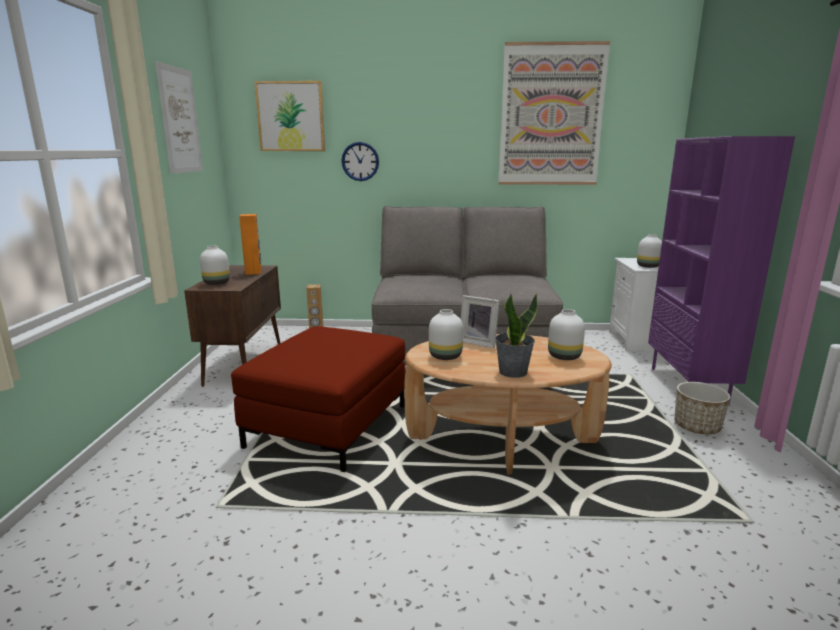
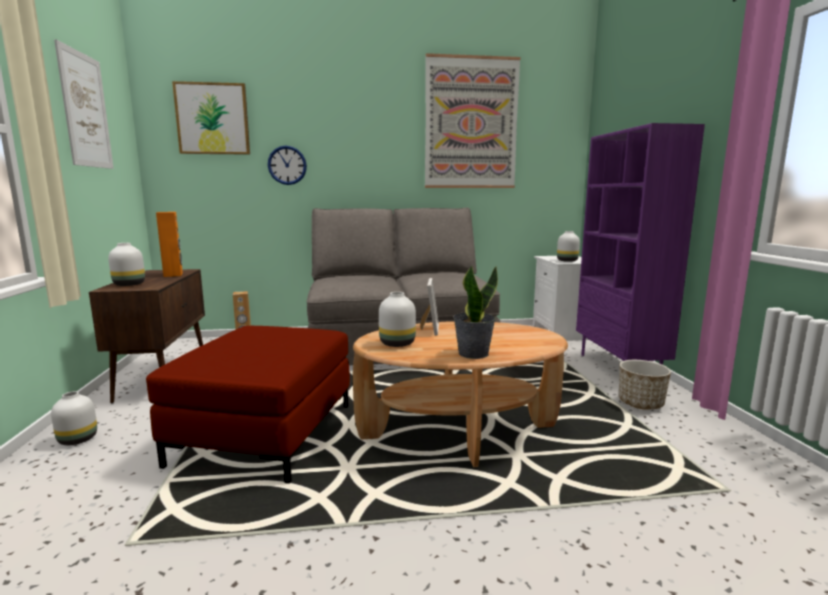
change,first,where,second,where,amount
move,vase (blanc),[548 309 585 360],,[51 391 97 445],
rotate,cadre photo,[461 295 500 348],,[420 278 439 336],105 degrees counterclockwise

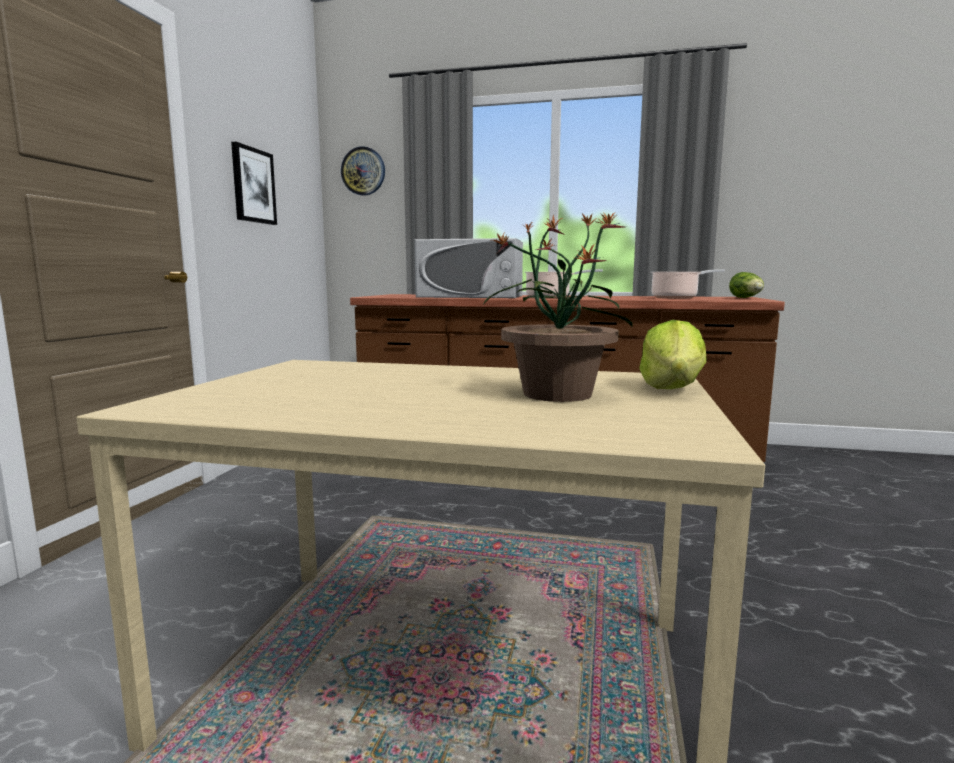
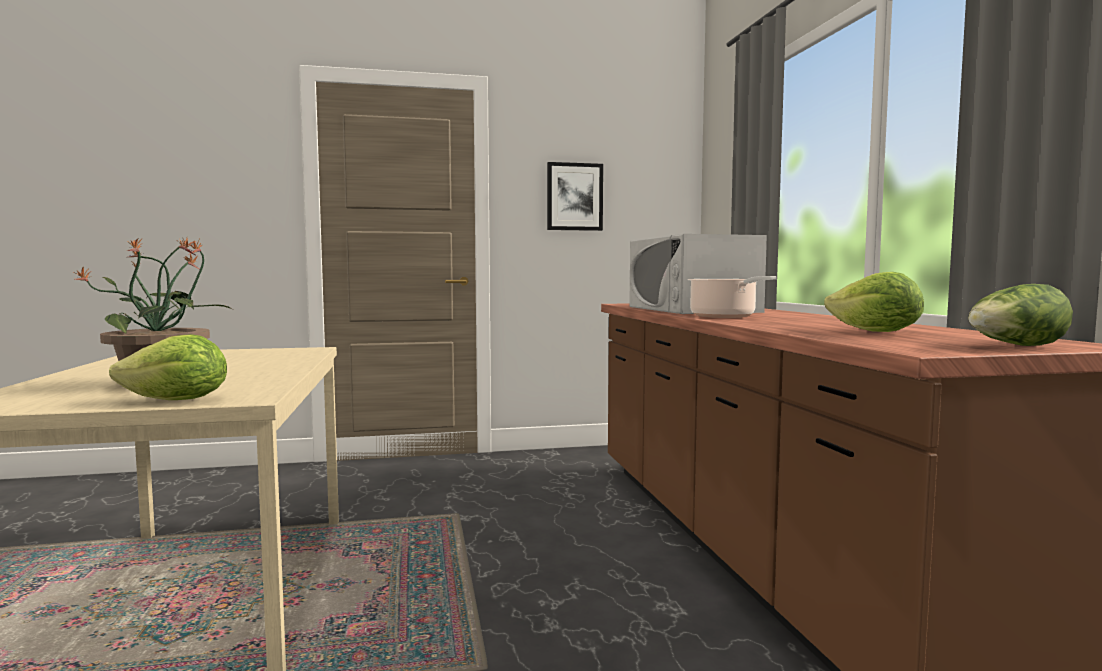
change,first,where,second,where,amount
replace,marmite,[650 269 725 299],laitue,[824 272 924 332],
delete,horloge murale,[341 146 385 196],,,

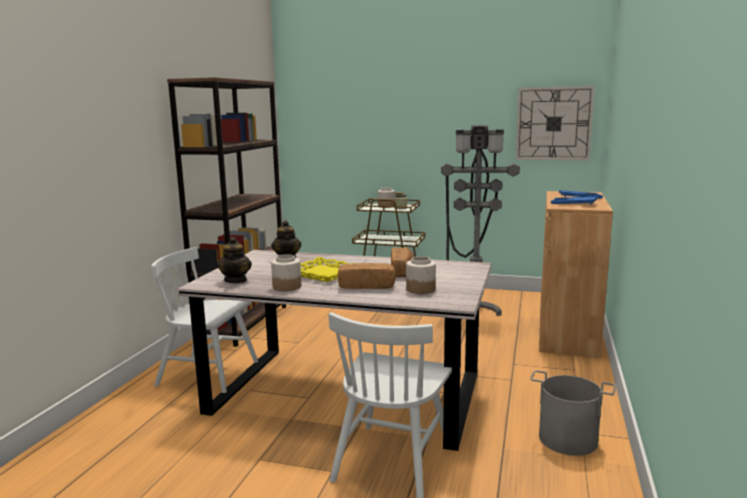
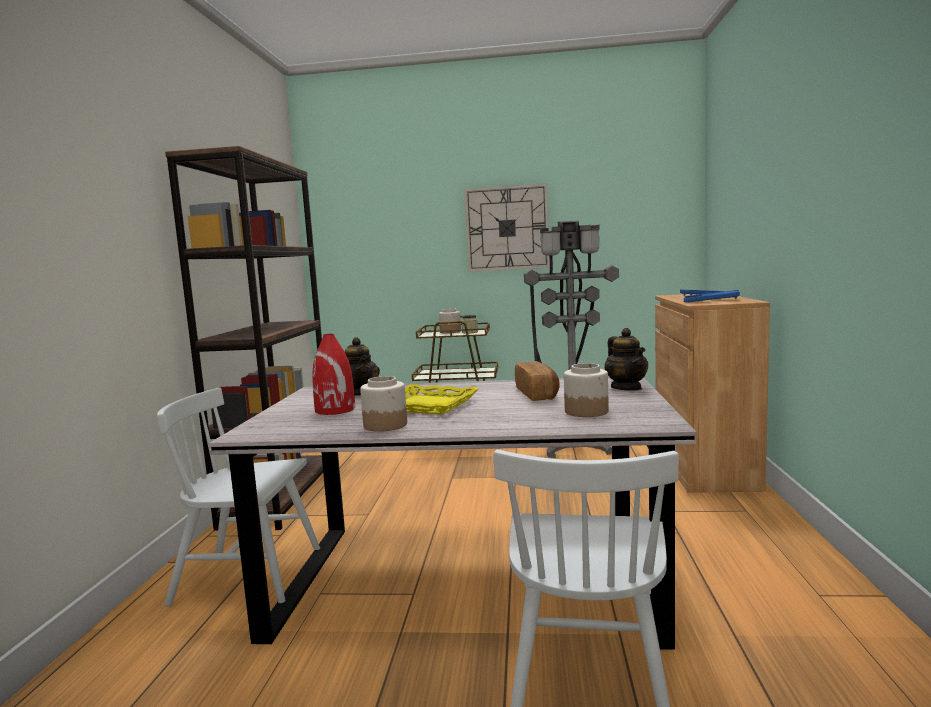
change,first,where,second,where,amount
insert,,,vase (rouge),[312 334 355 415],
move,horloge murale,[516 86 595 160],,[464 183 550 272],
move,théière,[217 237 252 283],,[605 328 648 391],
delete,pain,[338 263 396 289],,,
delete,seau (gris),[530 370 616 456],,,

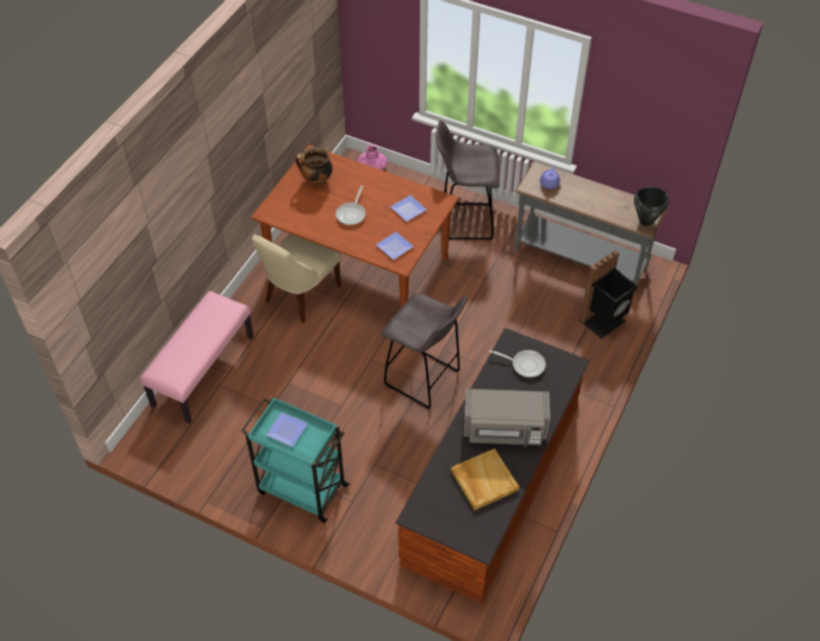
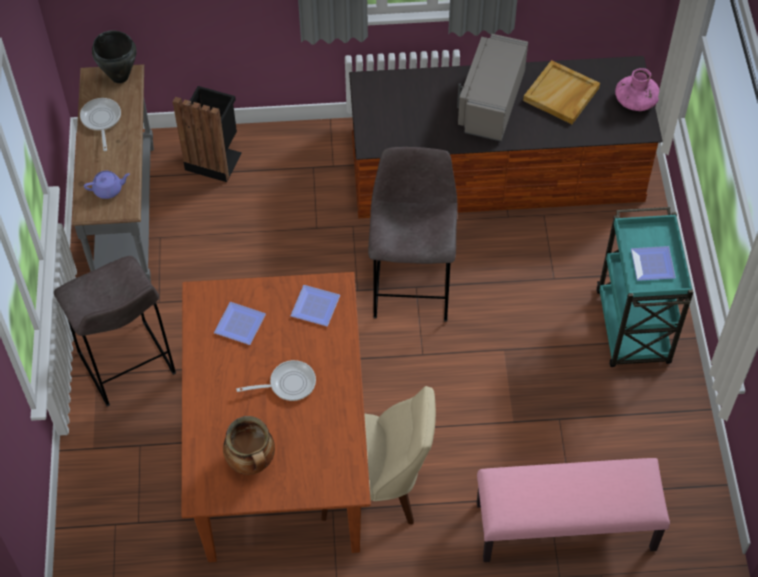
change,first,where,second,where,amount
move,poêle,[490 350 546 378],,[80 98 121 151],
rotate,micro-ondes (gris),[464 389 550 448],,[457 34 528 142],135 degrees counterclockwise
move,vase (rose),[358 145 387 170],,[615 68 660 111],

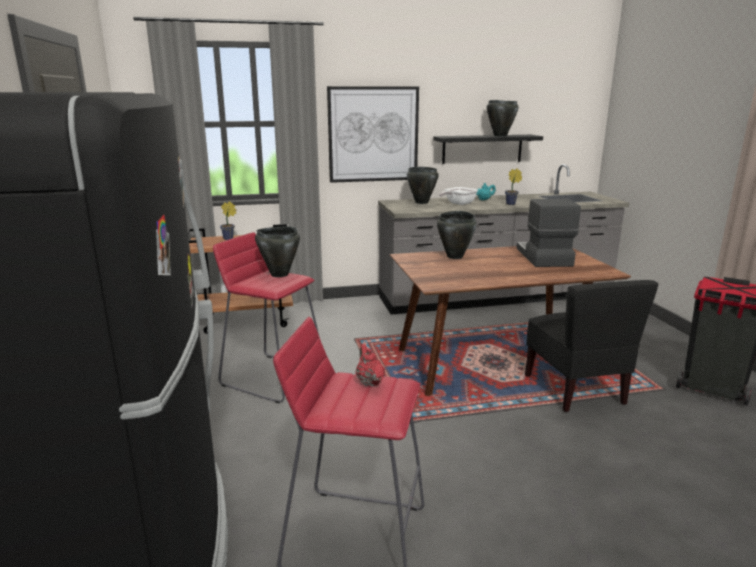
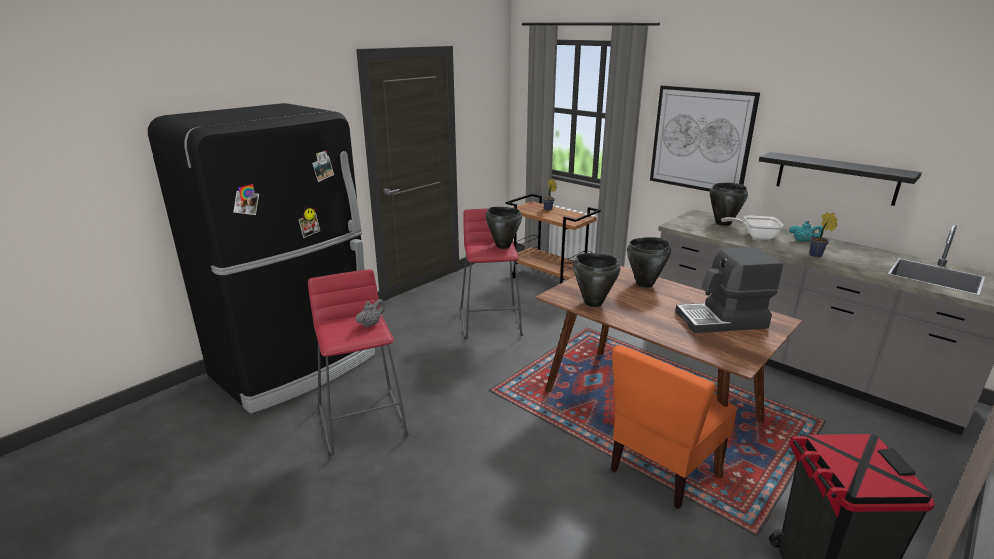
change,first,where,second,where,amount
recolor,théière (rouge),[356 344 385 387],théière (gris),[356 299 385 328],
move,marmite (noir),[487 100 518 136],,[573 253 620 307],
recolor,chaise (noir),[525 280 658 412],chaise (orange),[611 345 738 509],
rotate,machine à café,[517 199 581 267],,[675 246 783 333],150 degrees counterclockwise

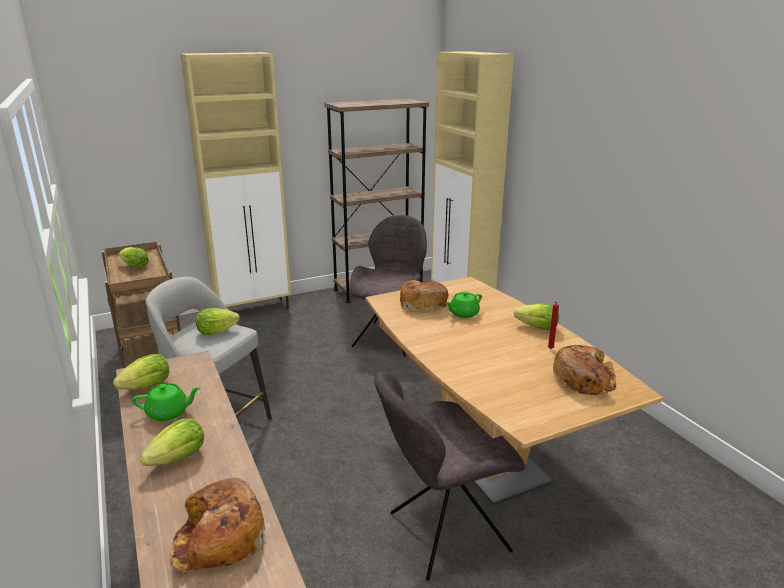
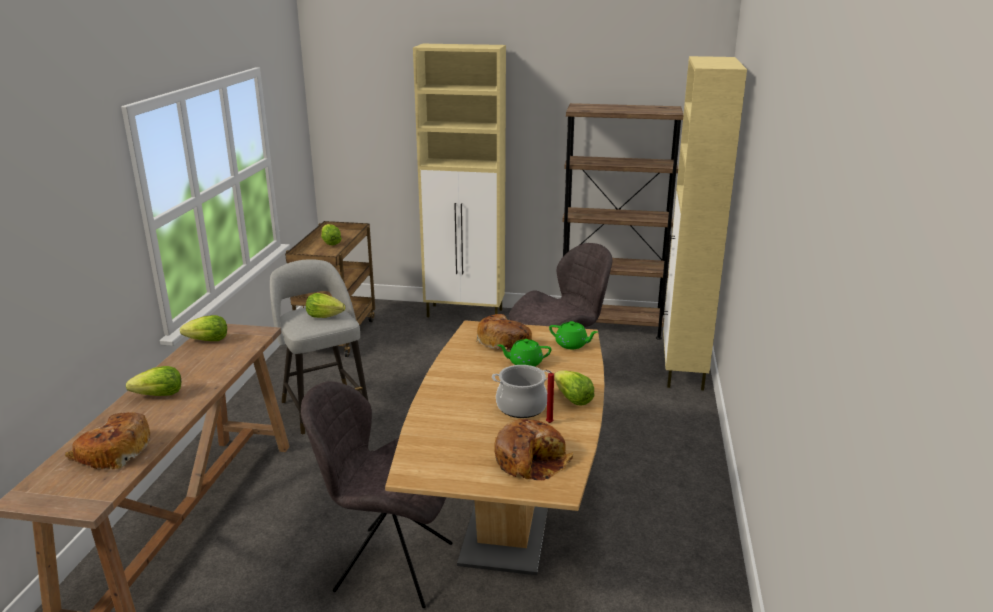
change,first,where,second,where,amount
insert,,,marmite,[492 365 552 418],
move,théière (vert),[132 383 200 421],,[549 321 598 349],

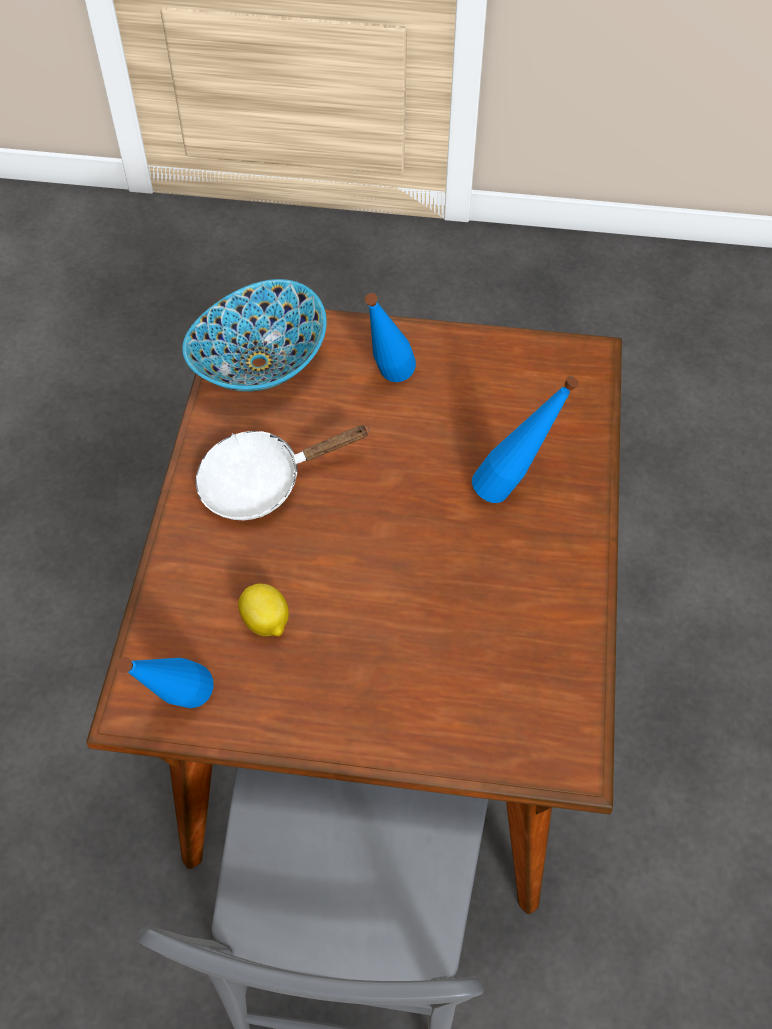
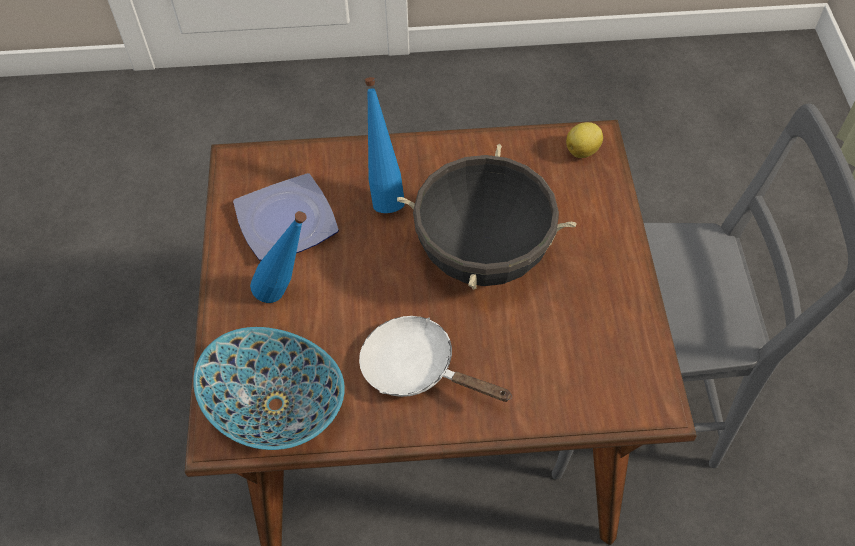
change,first,where,second,where,amount
insert,,,assiette,[233 173 339 261],
rotate,poêle (blanc),[196 425 370 520],,[359 316 512 402],150 degrees clockwise
insert,,,marmite (noir),[397 144 577 290],
move,citron,[238 584 289 636],,[566 122 603 158],
delete,bouteille (bleu),[116 657 214 708],,,

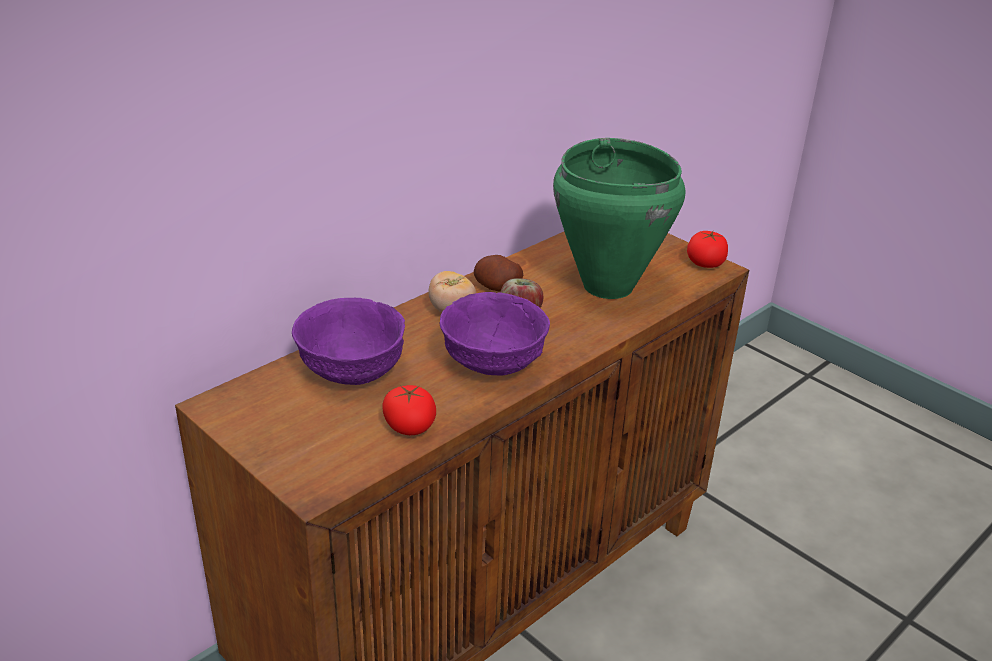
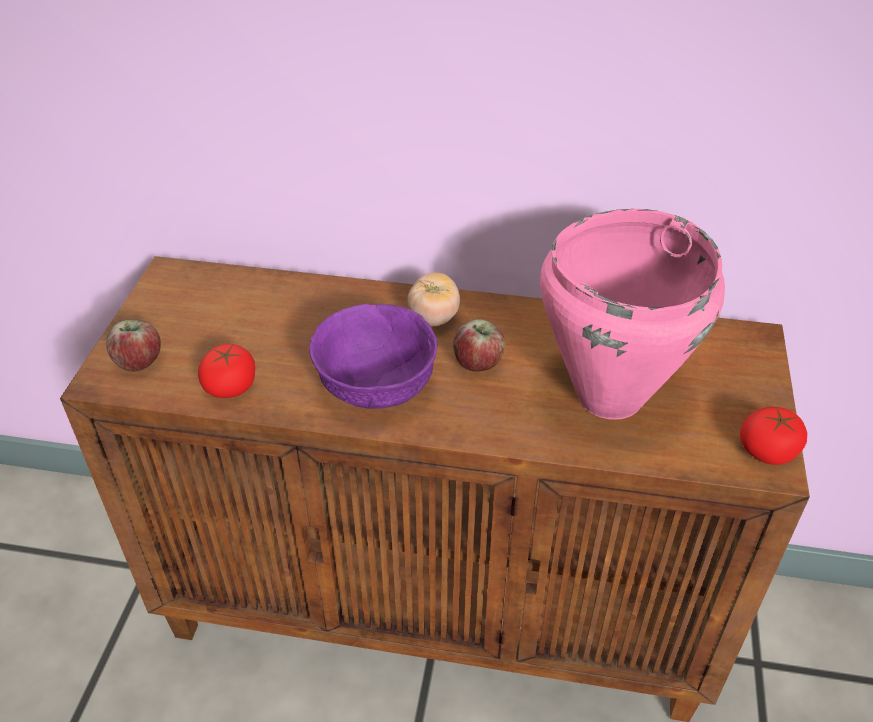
change,first,where,second,where,amount
insert,,,pomme,[106 320 161 372],
recolor,marmite (vert),[553 138 686 299],marmite (rose),[540 209 725 420],
delete,bol (violet),[292 298 405 385],,,
delete,pomme de terre,[474 255 523 292],,,

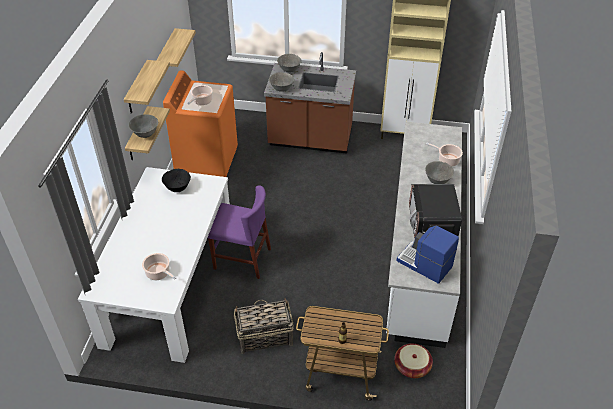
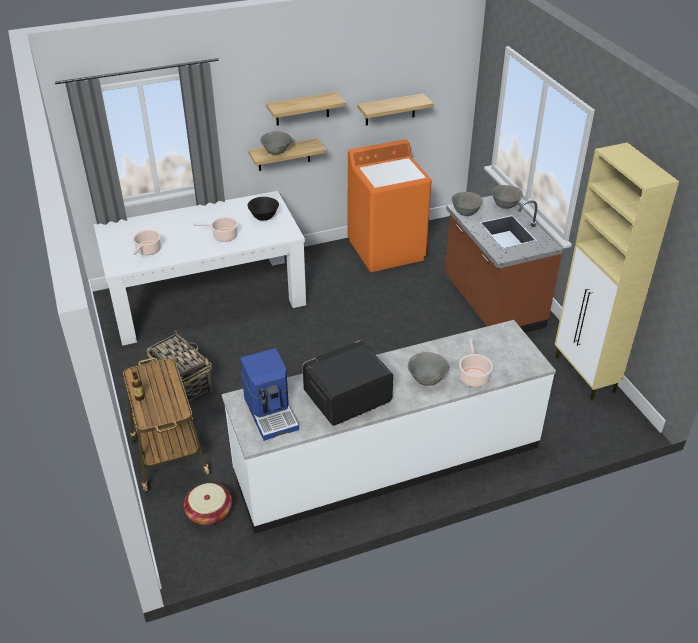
change,first,where,second,where,amount
move,marmite,[187 85 213 105],,[194 217 238 242],
rotate,machine à café,[397 225 459 284],,[240 348 299 441],150 degrees clockwise
delete,chaise (violet),[208 185 271 279],,,

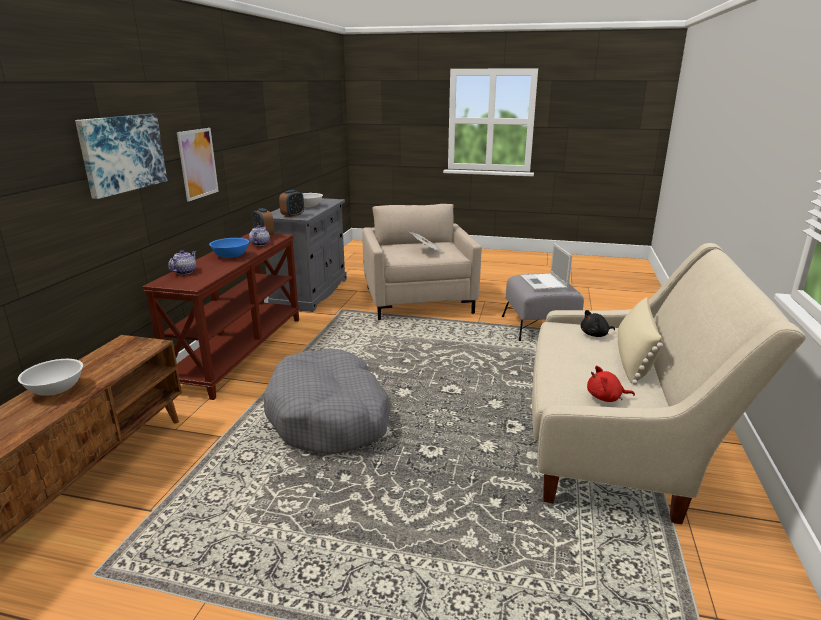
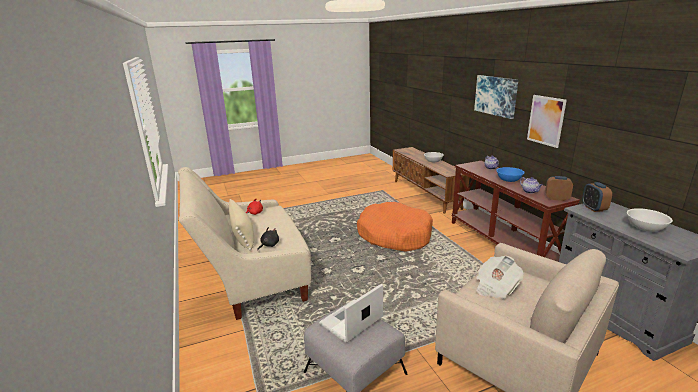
change,first,where,second,where,amount
rotate,ordinateur portable,[521 243 572 291],,[319 284 383 343],90 degrees counterclockwise
recolor,panier pour chien (gris),[264 348 390 455],panier pour chien (orange),[357 202 433 252],

